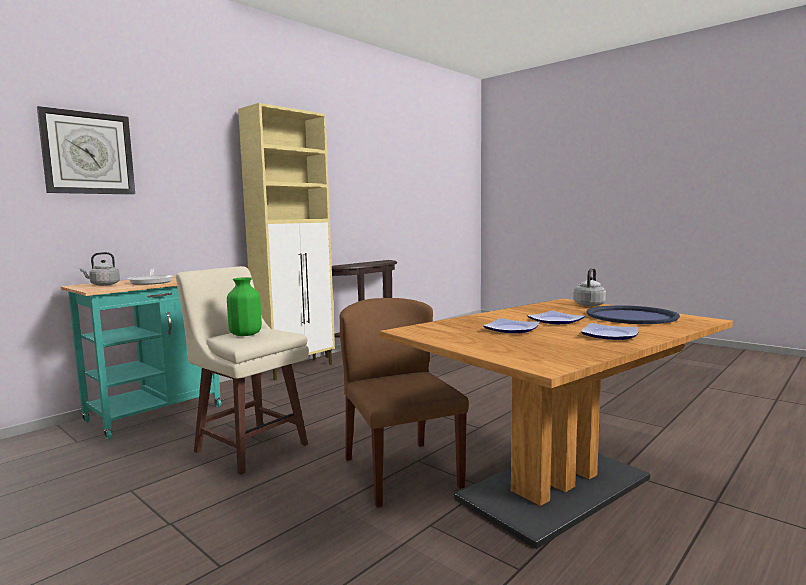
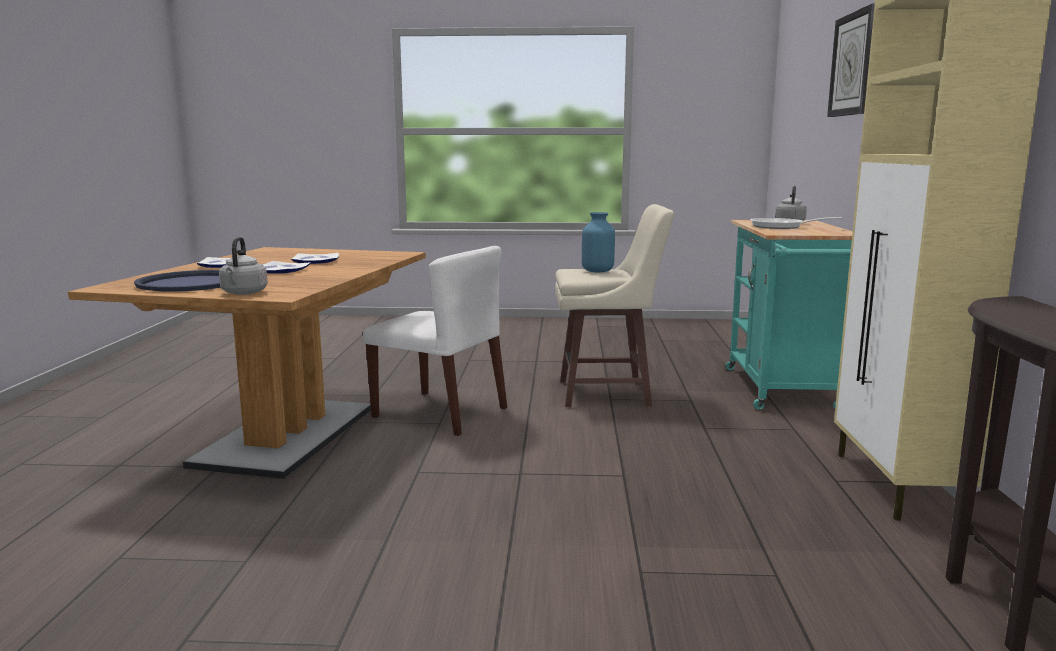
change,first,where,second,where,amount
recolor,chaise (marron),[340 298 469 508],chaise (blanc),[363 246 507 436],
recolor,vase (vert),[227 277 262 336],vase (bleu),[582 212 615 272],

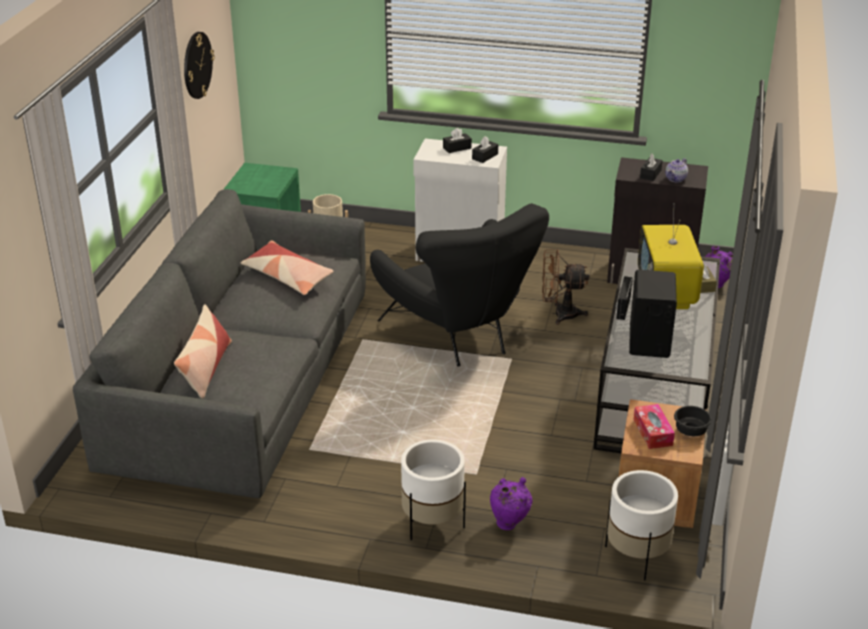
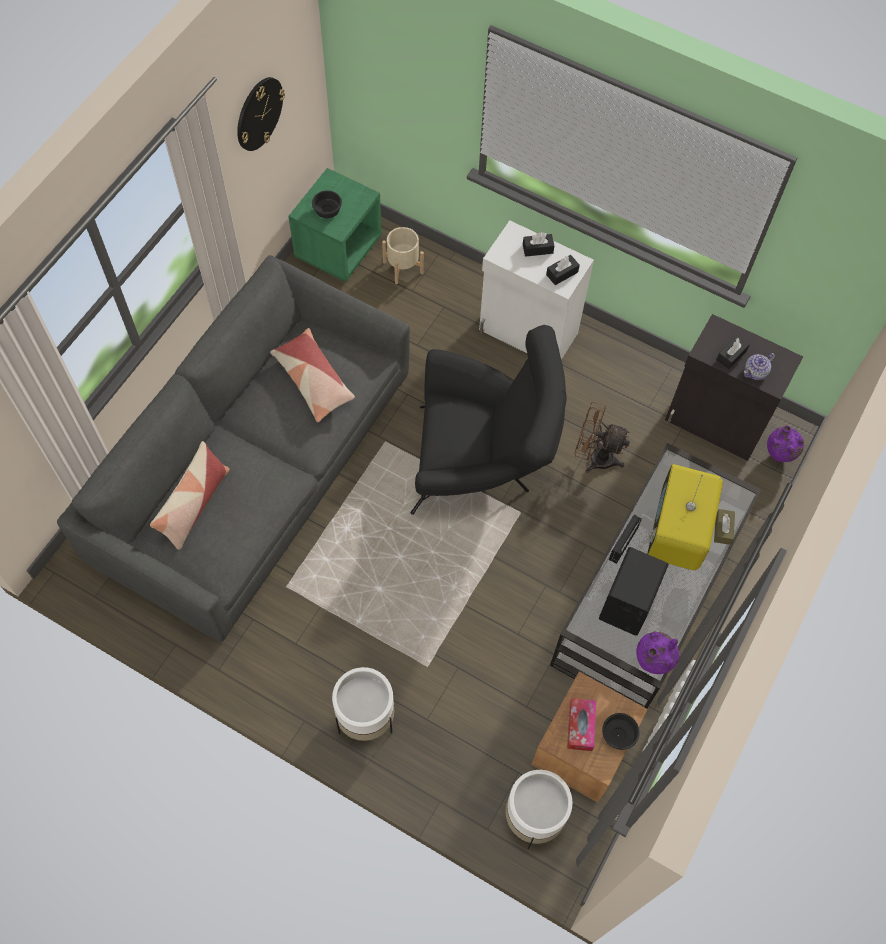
change,first,where,second,where,amount
insert,,,bol (noir),[312 190 342 218],
rotate,fauteuil (noir),[370 203 549 367],,[411 325 567 515],75 degrees counterclockwise
move,vase (violet),[490 477 532 530],,[636 631 679 674],

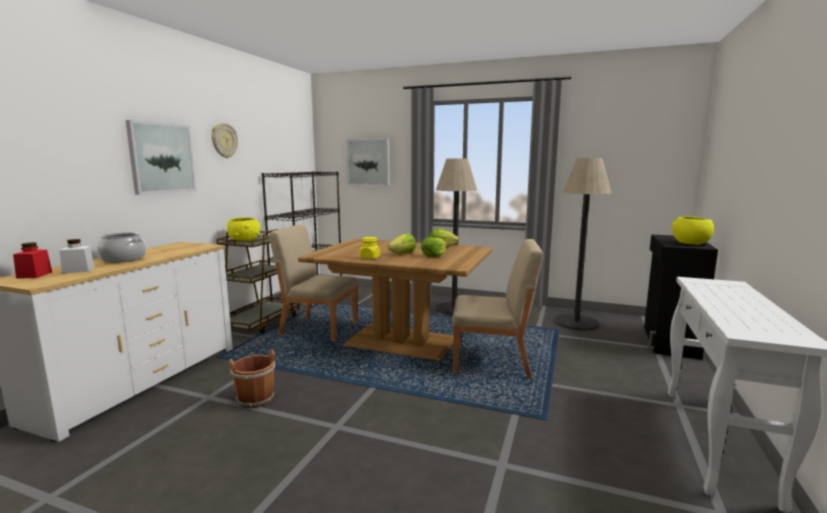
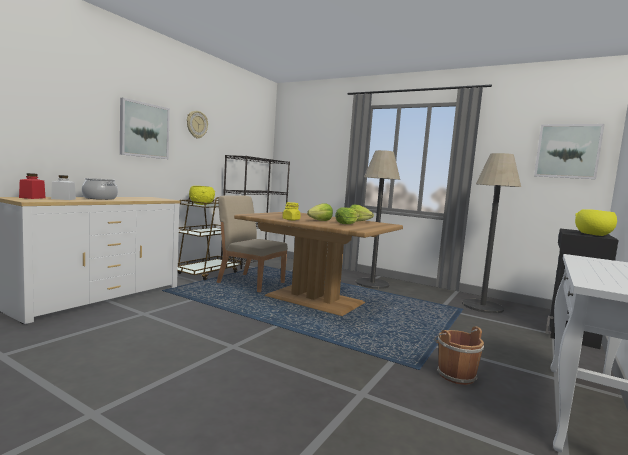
change,first,where,second,where,amount
move,seau (marron),[227 350 276 408],,[434 326 484 385],
move,tableau,[346 139 390 186],,[534 124 605 179],
delete,chaise (beige),[452 239 543 379],,,

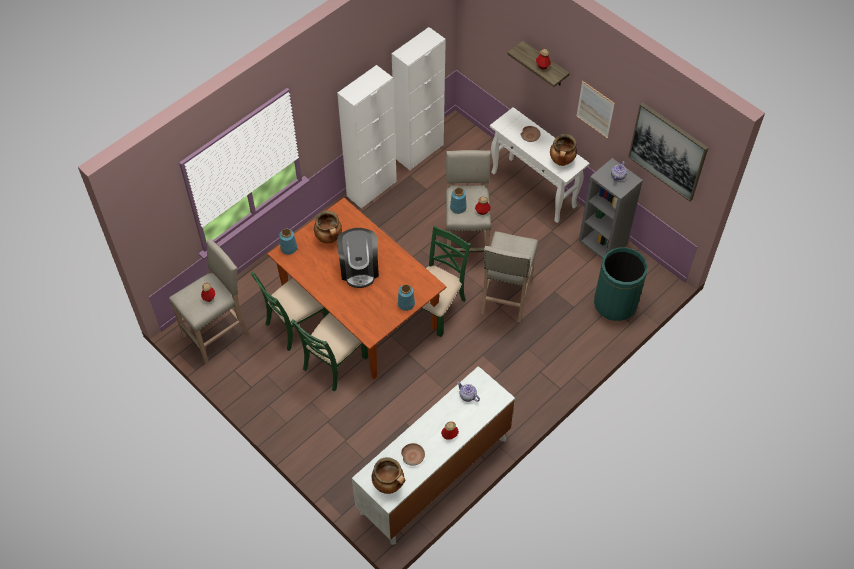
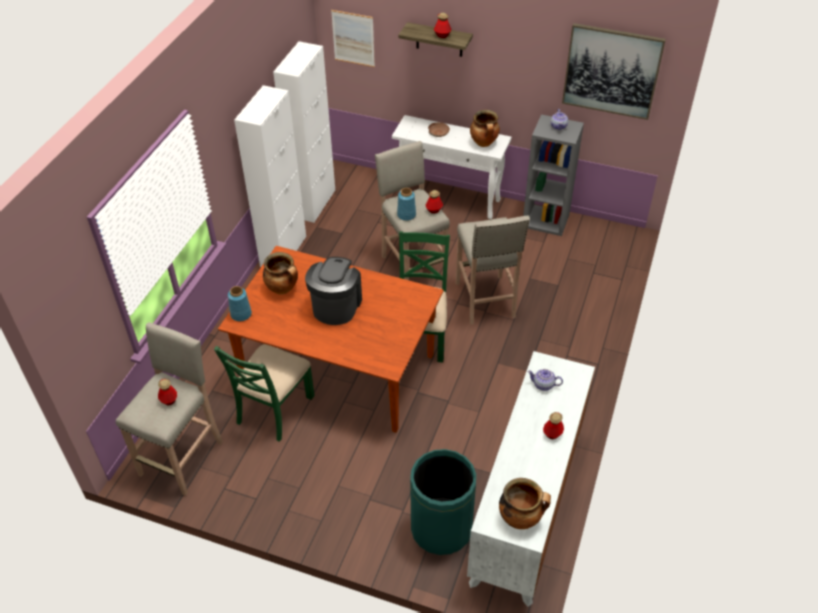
change,first,where,second,where,amount
rotate,machine à café,[337 228 379 288],,[305 257 362 325],135 degrees counterclockwise
move,tableau,[576 81 615 139],,[331 10 375 67],
move,poubelle (vert),[594 247 648 321],,[410 449 476 555],
delete,chaise (vert),[291 313 368 391],,,
delete,vase (bleu),[398 284 415 311],,,
delete,bol (marron),[401 443 425 466],,,

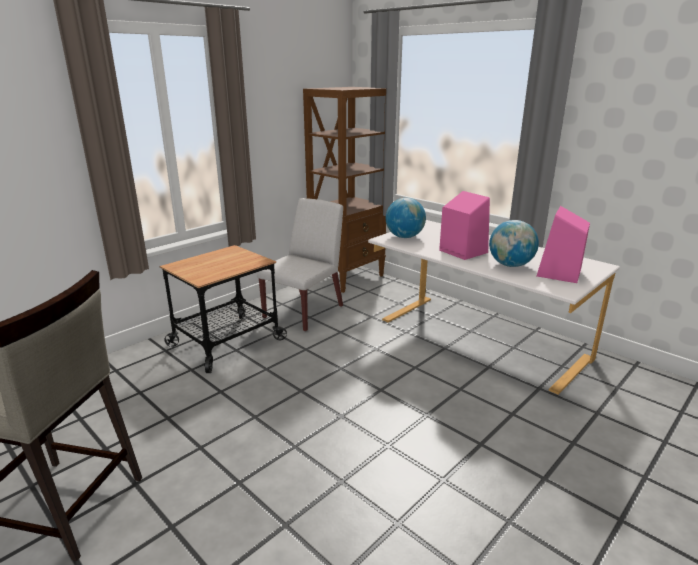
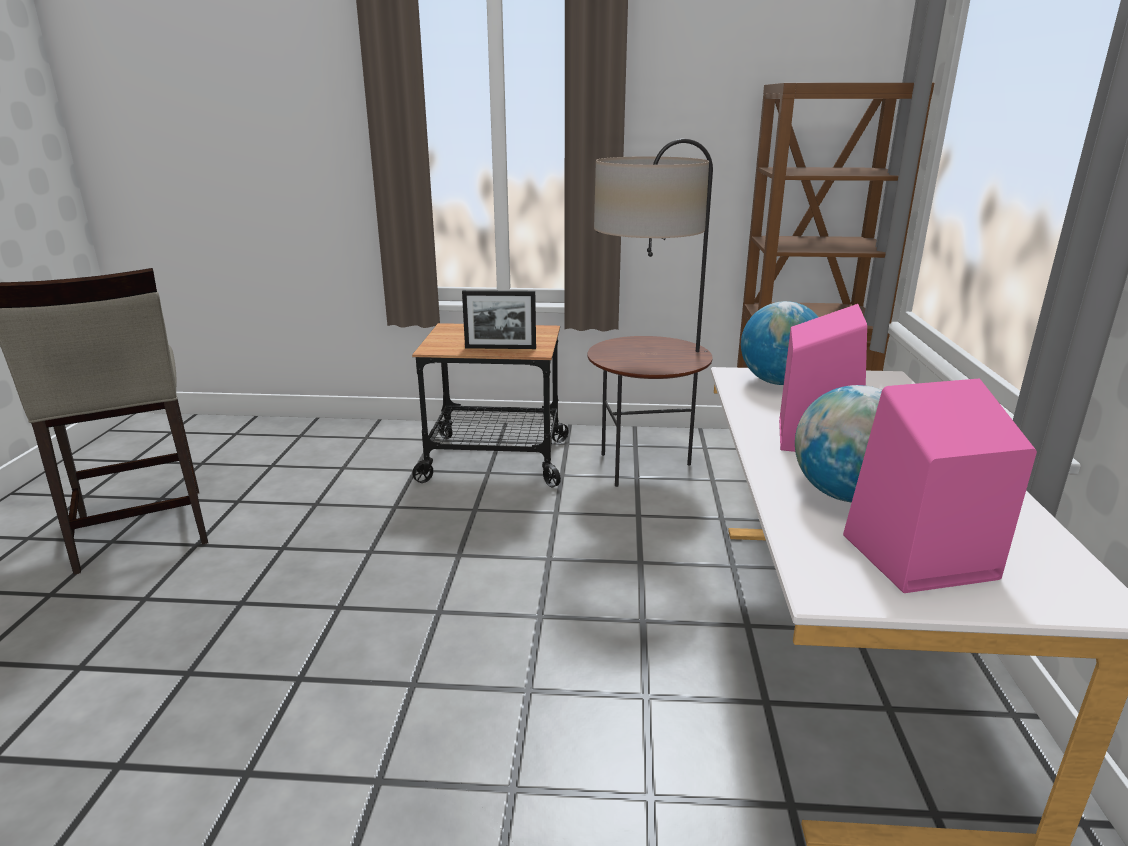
change,first,where,second,where,amount
insert,,,cadre photo,[462 290 536 349],
replace,chaise (blanc),[257 198 343 332],lampadaire,[588 139 713 487],

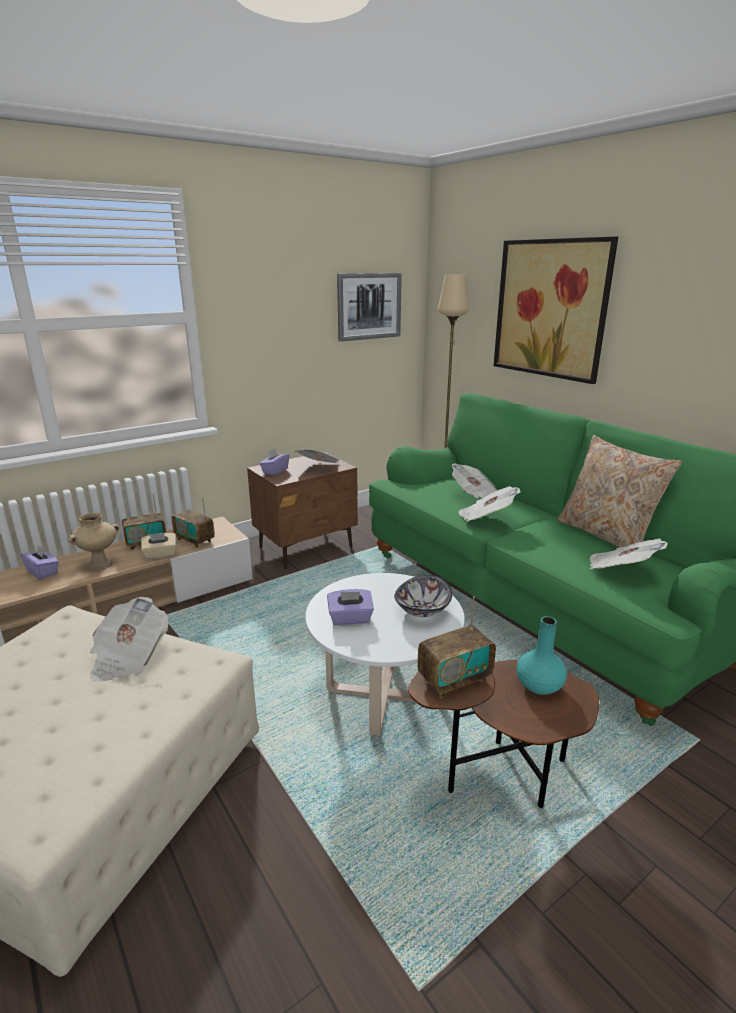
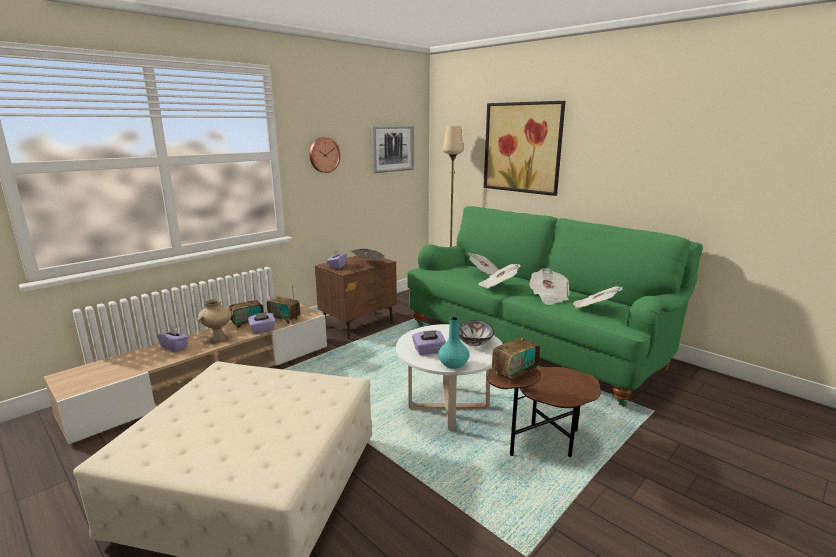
change,first,where,second,where,amount
recolor,boîte à mouchoirs (beige),[141 533 176 559],boîte à mouchoirs (violet),[247 312 276 333],
insert,,,horloge murale,[309 137 341 173],
move,vase (turquoise),[516 616 567 695],,[438 317 469 369],
move,journal,[90 597 169 682],,[529 268 569 305],
delete,coussin (beige),[557 435 682 548],,,

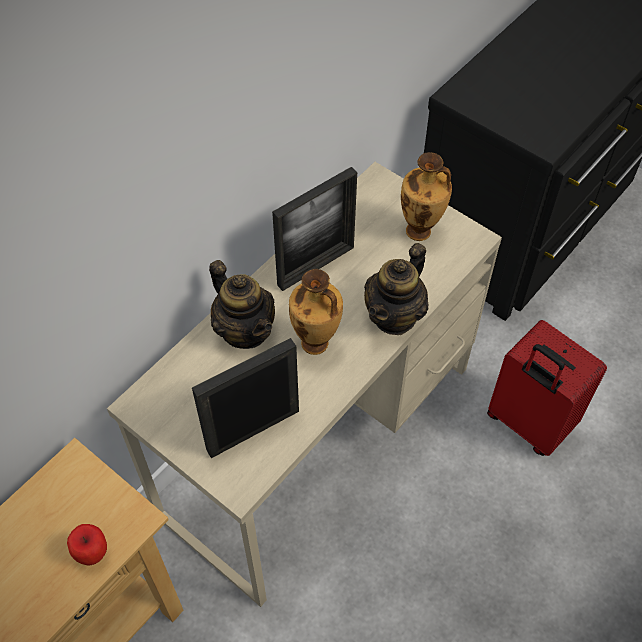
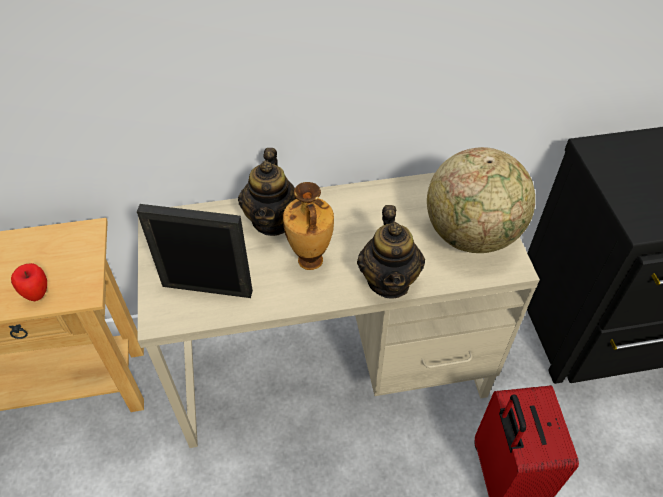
change,first,where,second,where,amount
rotate,théière,[364 243 429 335],,[357 205 425 299],75 degrees counterclockwise
replace,vase,[401 152 452 241],globe,[427 147 535 253],
delete,cadre photo,[272 167 357 291],,,

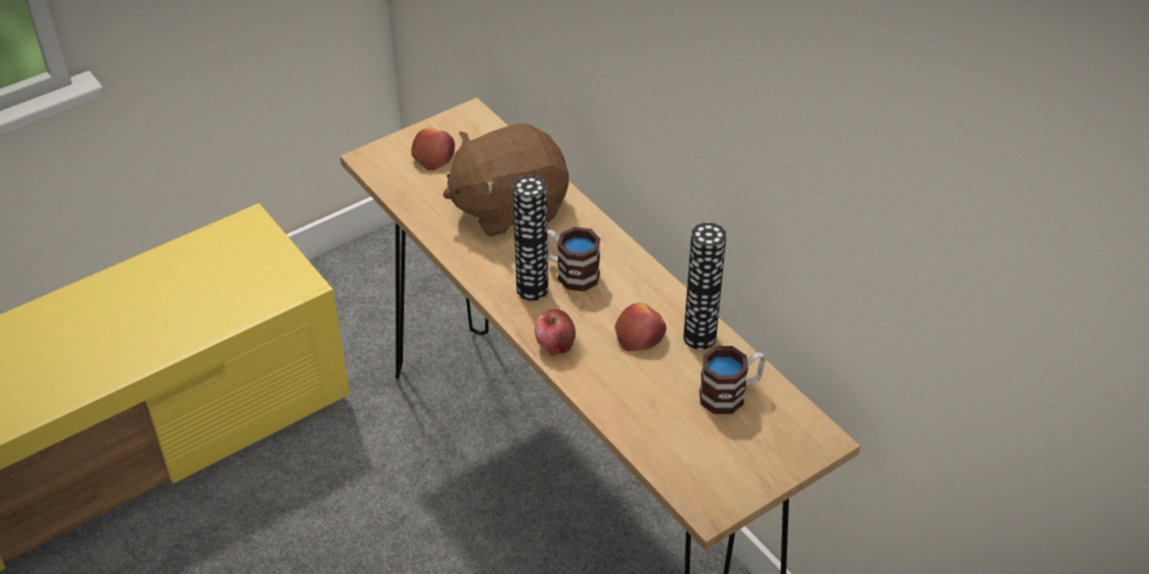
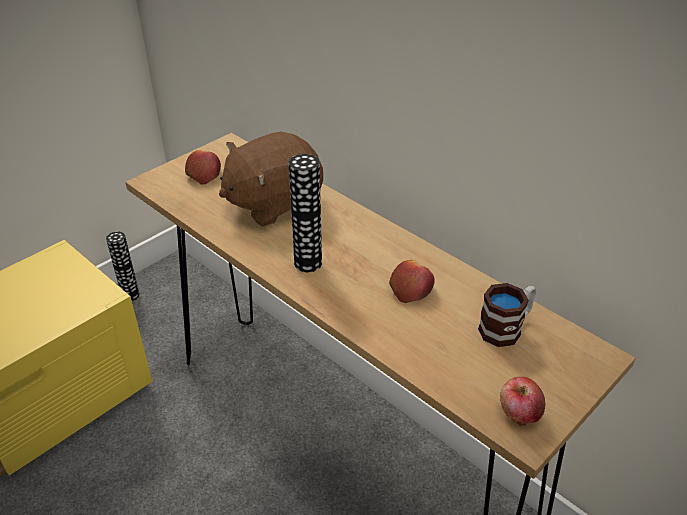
change,first,where,second,where,amount
move,vase,[683 223 726 350],,[106 232 140 301],
move,pomme,[534 309 576 355],,[500 377 546 426],
delete,mug,[547 227 601 292],,,

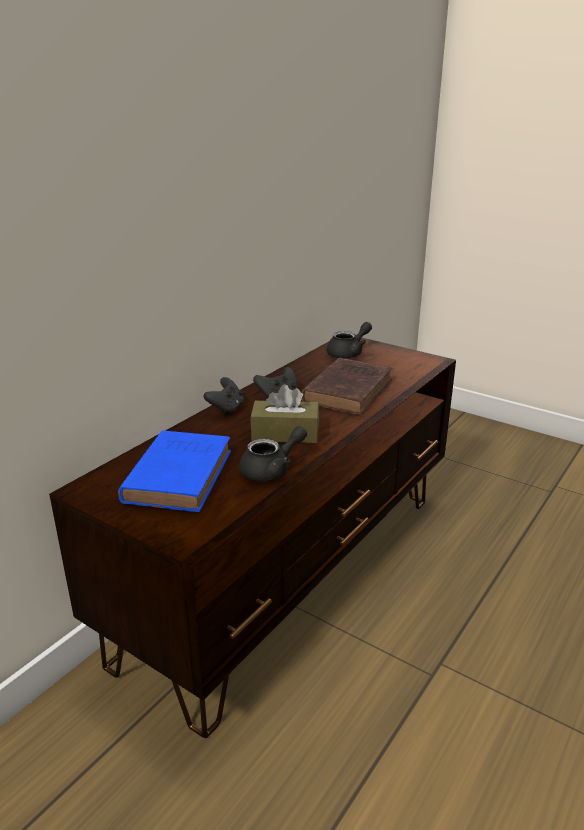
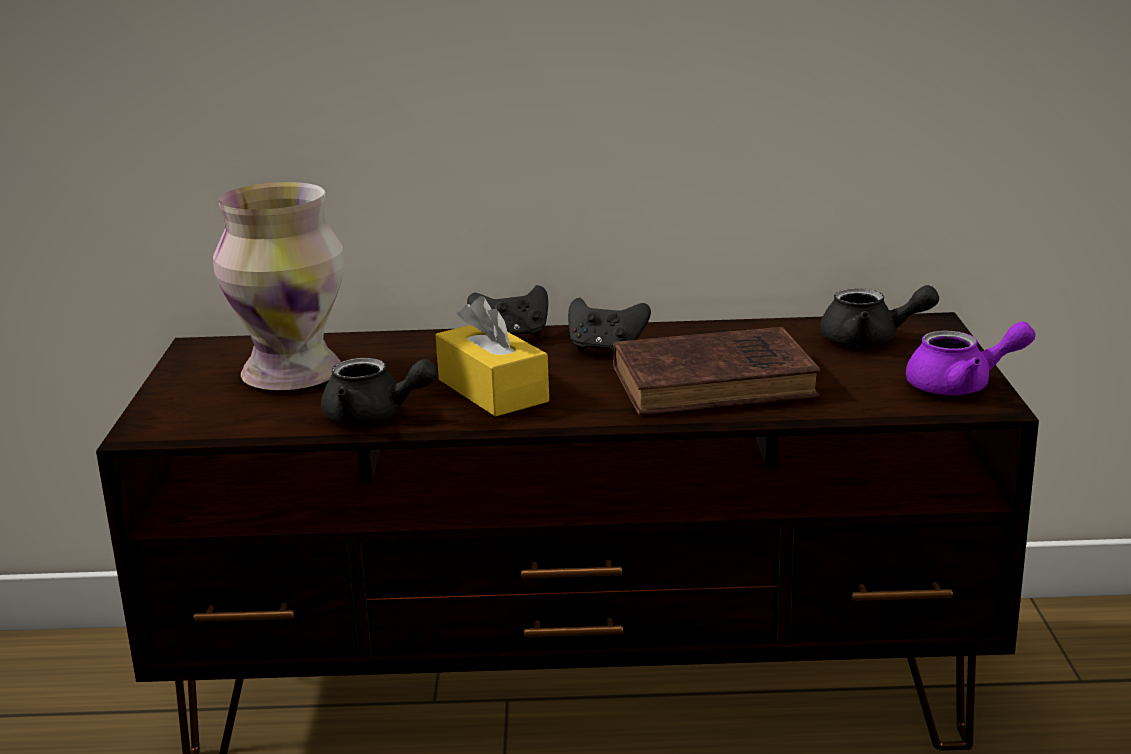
change,first,where,second,where,amount
replace,livre (bleu),[118 430 231 512],vase,[213 182 345 390],
recolor,boîte à mouchoirs (marron),[250 384 319 443],boîte à mouchoirs (jaune),[436 296 549 417],
insert,,,théière (violet),[906 321 1036 395],

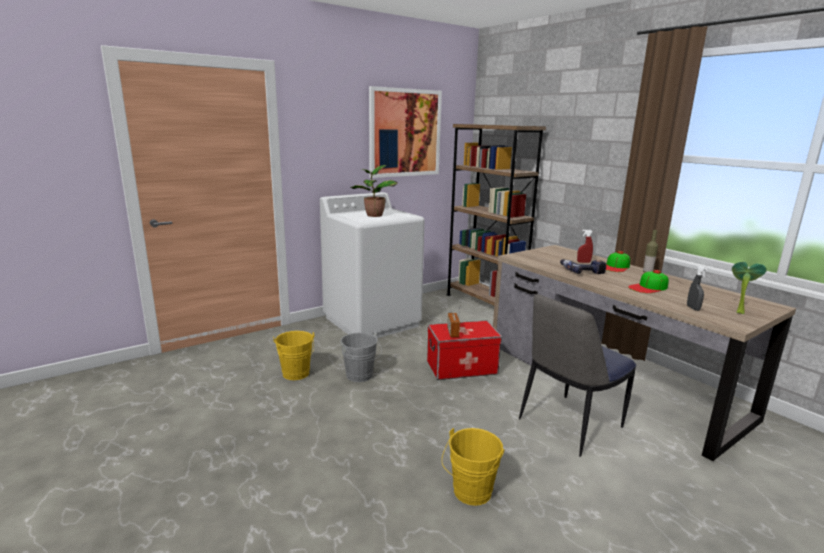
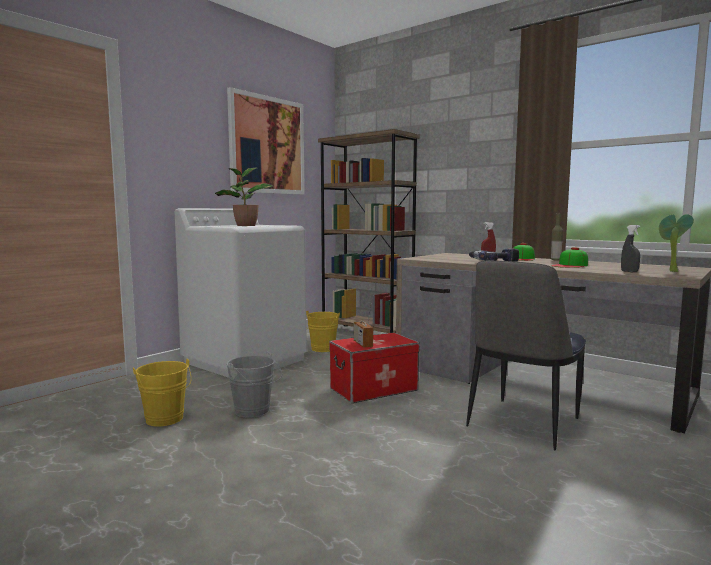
change,first,where,second,where,amount
move,seau (jaune),[442 428 505 506],,[306 311 340 352],

